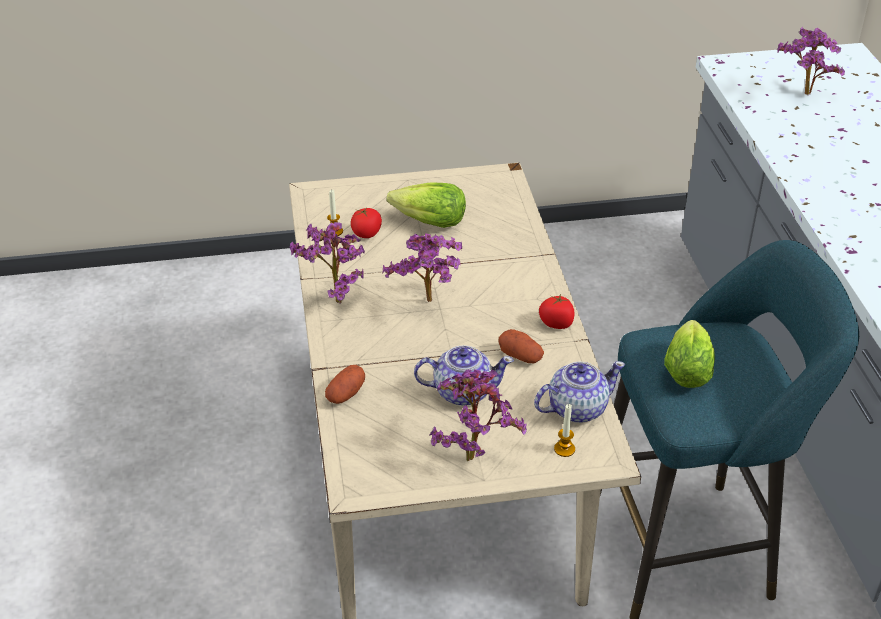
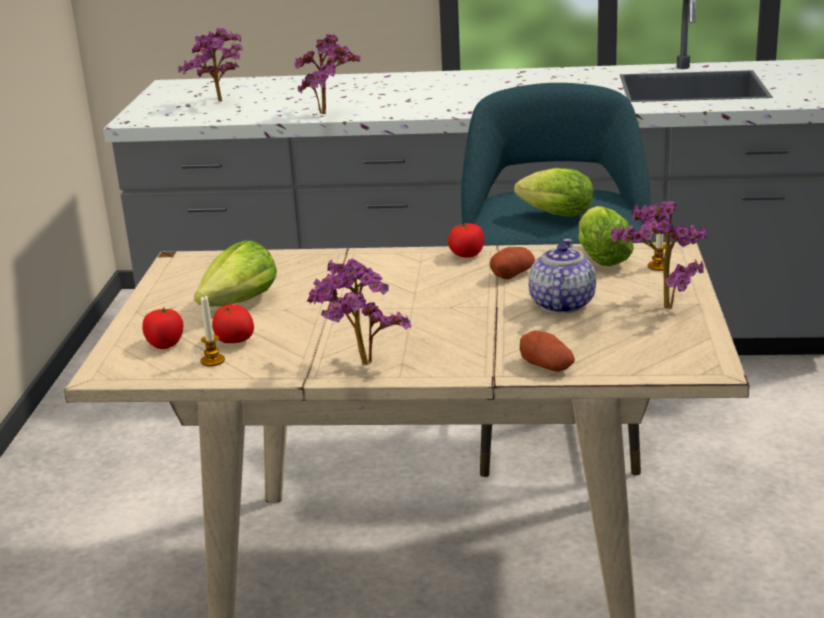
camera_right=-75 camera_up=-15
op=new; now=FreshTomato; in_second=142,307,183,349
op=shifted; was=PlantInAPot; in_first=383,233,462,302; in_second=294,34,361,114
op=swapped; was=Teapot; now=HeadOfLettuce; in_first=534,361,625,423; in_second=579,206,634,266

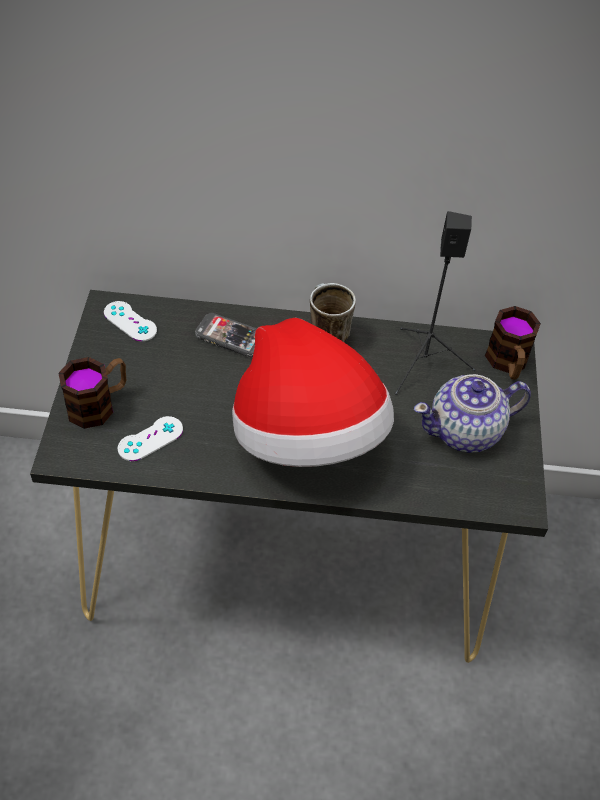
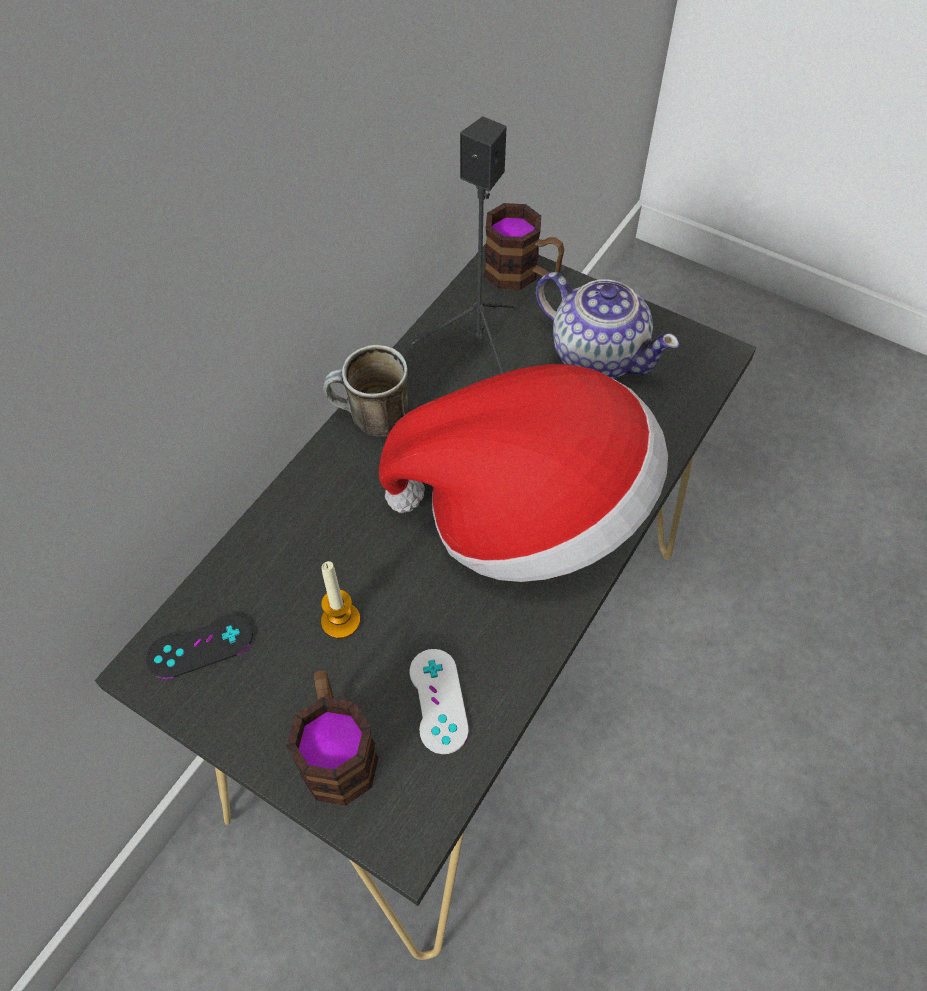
camera_right=-60 camera_up=5
op=gone; was=Handset; in_first=195,313,257,358
op=new; now=Candle; in_second=321,561,360,639
op=repainted; was=WhiteColouredGamepad; now=BlackGamepad; in_first=104,301,157,341; in_second=146,614,253,679
op=rotated; was=Teapot; in_first=414,374,531,453; in_second=536,272,680,379; clockwise=-60

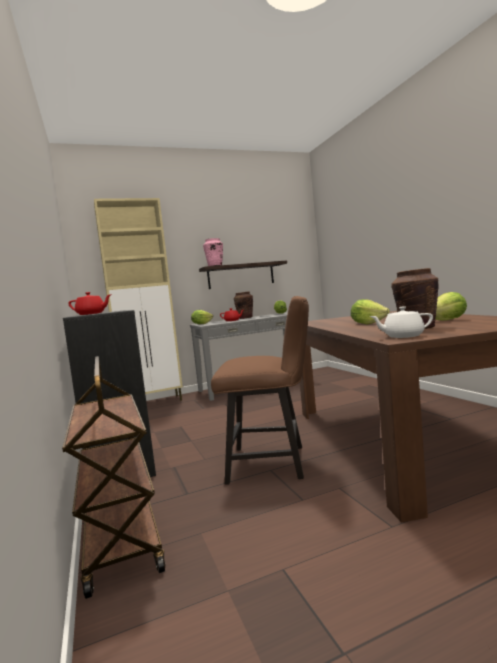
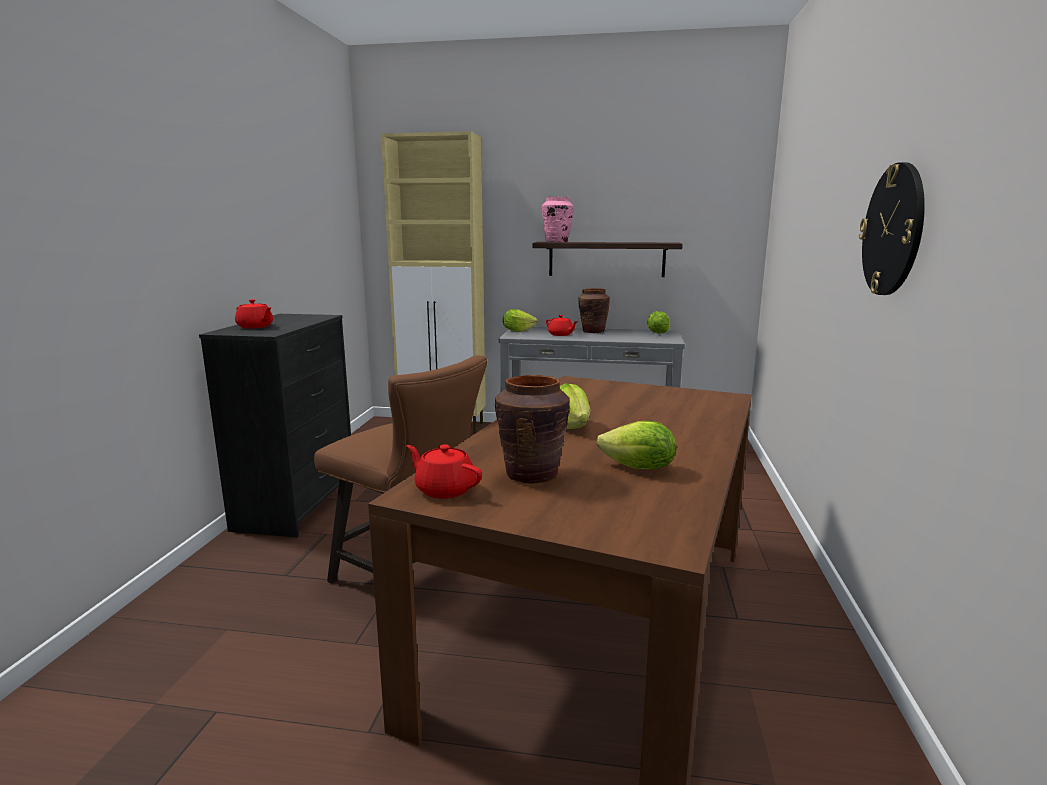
camera_right=30 camera_up=10
op=gone; was=BrownTrolley; in_first=62,356,166,599
op=new; now=HangingClock; in_second=859,162,925,295
op=repainted; was=WhiteColouredTeapot; now=ReddishTeapot; in_first=370,306,433,338; in_second=406,444,482,499

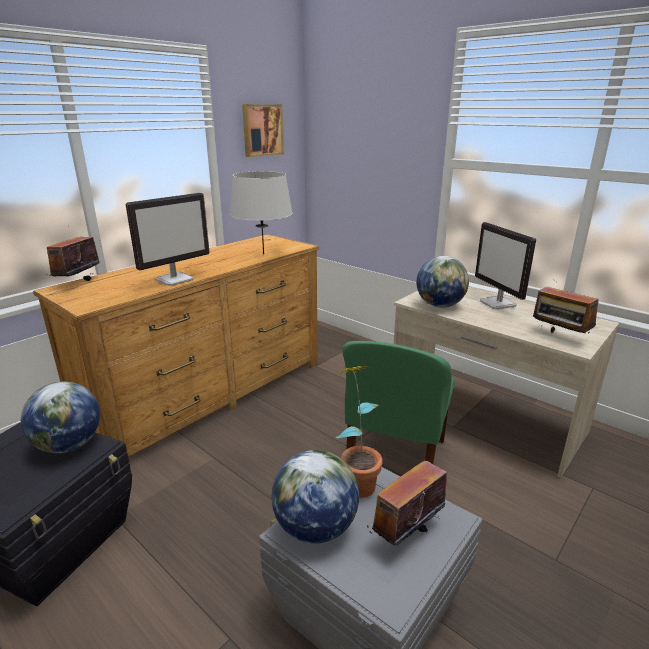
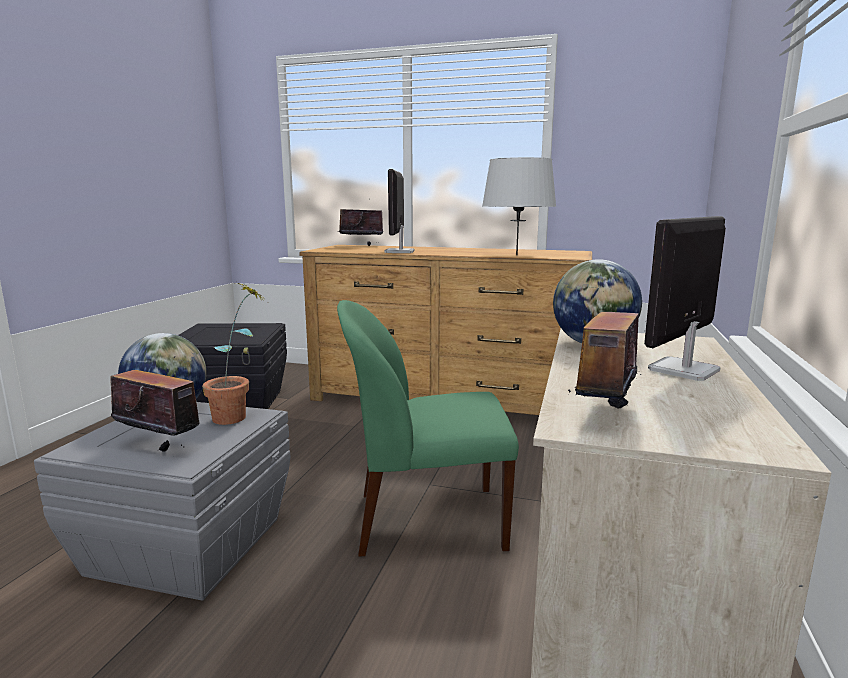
camera_right=65 camera_up=-10
op=gone; was=WorldGlobe; in_first=21,382,100,453
op=gone; was=Picture; in_first=242,104,284,157
op=rotated; was=ComputerDisplay; in_first=126,193,210,286; in_second=384,169,415,253; clockwise=75

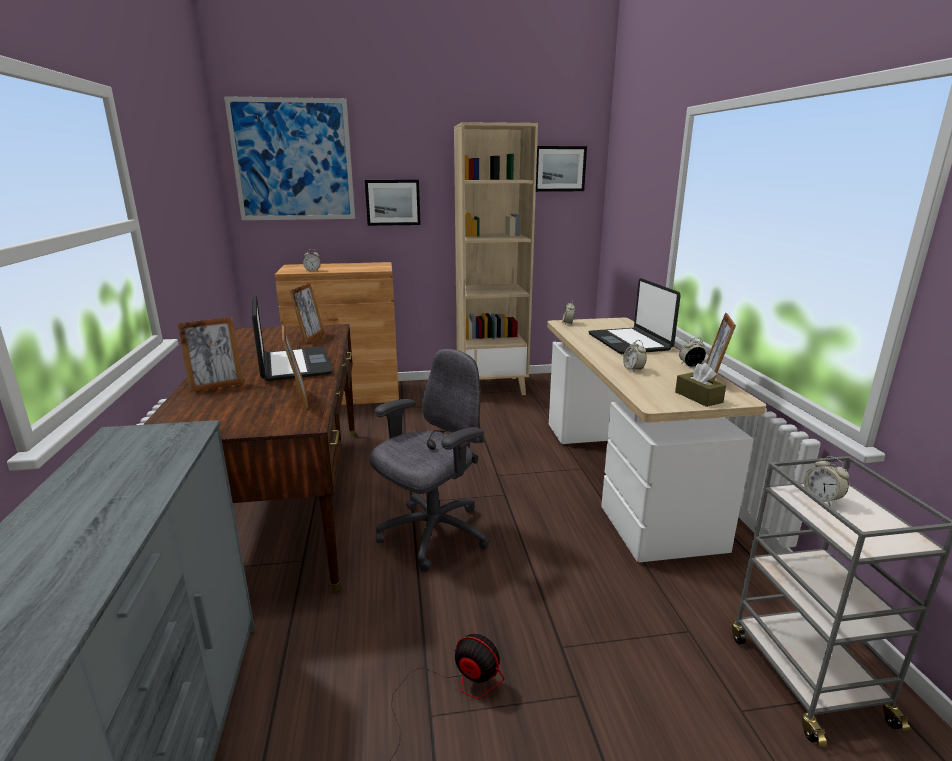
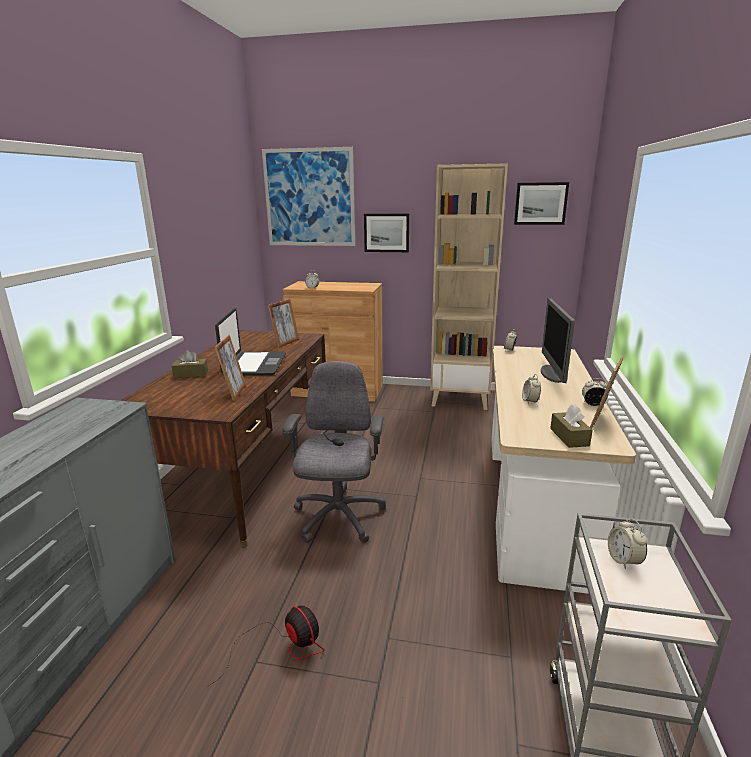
camera_right=20 camera_up=0
op=swapped; was=StandingFrame; now=BrownBoxOfTissues; in_first=177,317,244,392; in_second=172,350,208,378
op=swapped; was=PortableComputer; now=ComputerDisplay; in_first=588,278,681,354; in_second=541,298,575,383
op=rotated; was=GreyishDeskChair; in_first=370,349,490,572; in_second=282,361,386,543; clockwise=-60

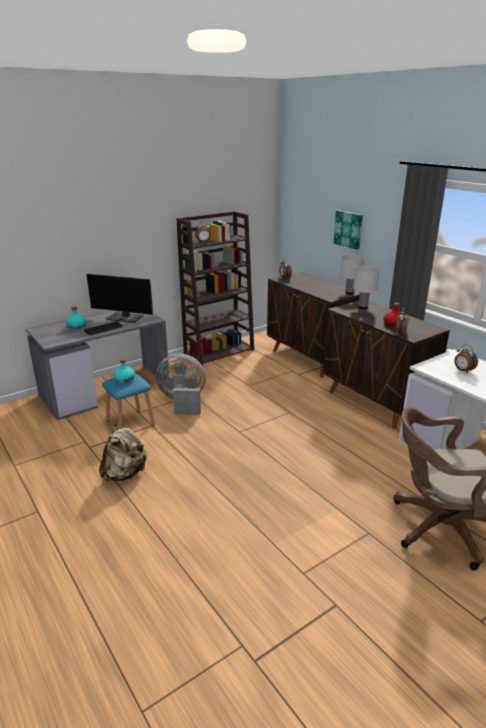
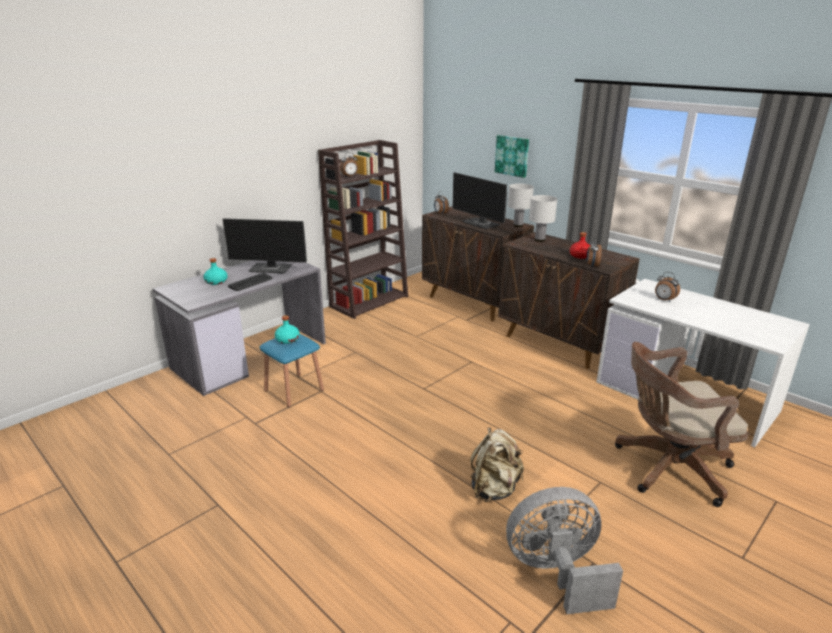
camera_right=-10 camera_up=0
op=new; now=ComputerDisplay; in_second=452,172,507,229
op=shifted; was=SandColouredRucksack; in_first=99,424,147,481; in_second=471,428,524,502
op=shifted; was=GreyishElectricFan; in_first=156,354,206,415; in_second=506,487,623,614

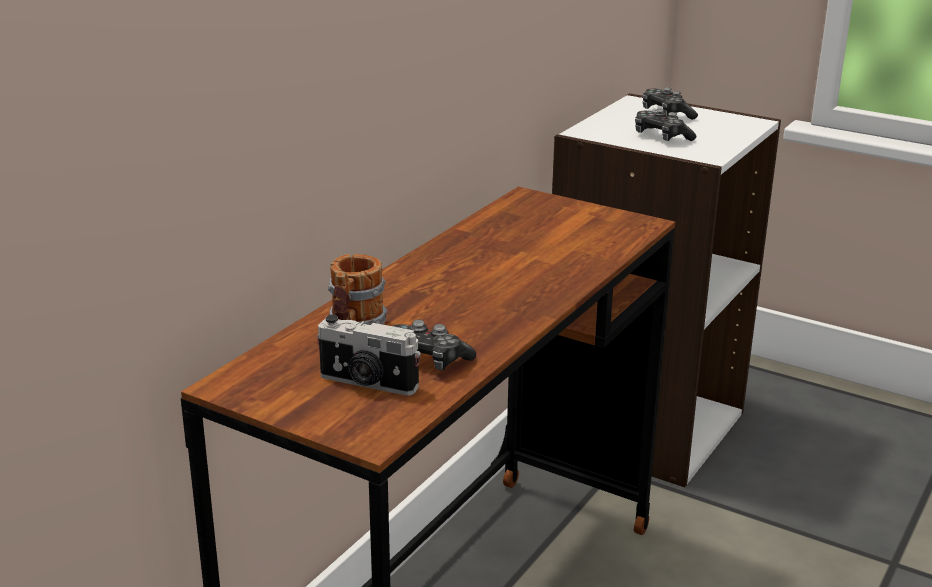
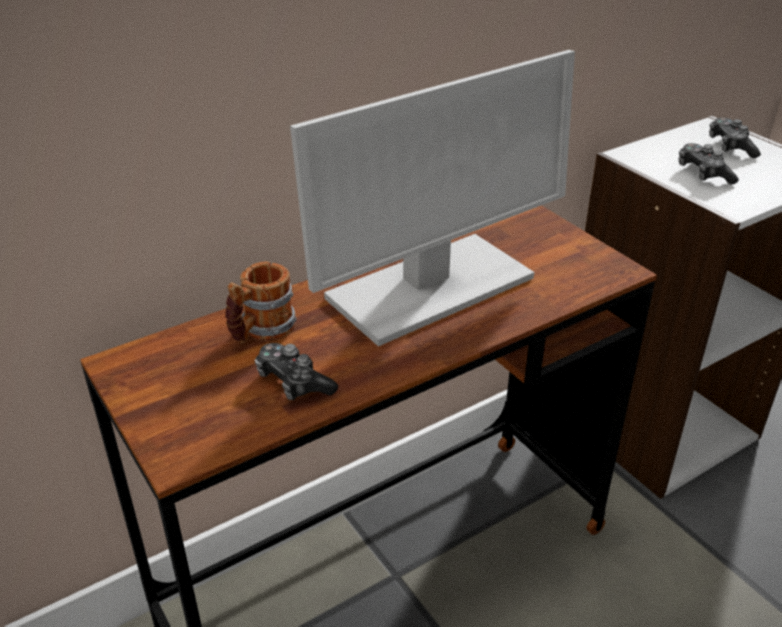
camera_right=25 camera_up=10
op=gone; was=StillCamera; in_first=317,315,421,396
op=new; now=ComputerDisplay; in_second=290,50,575,346

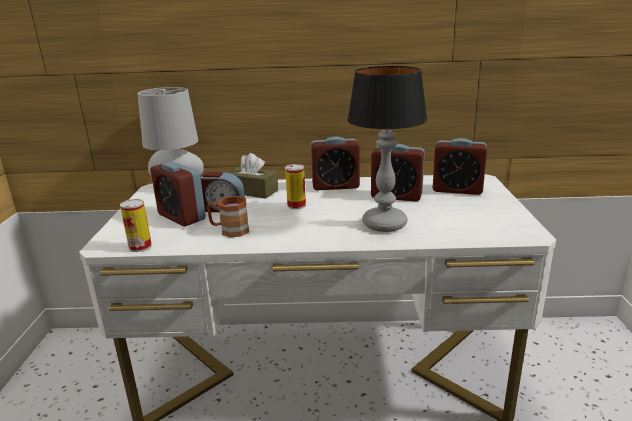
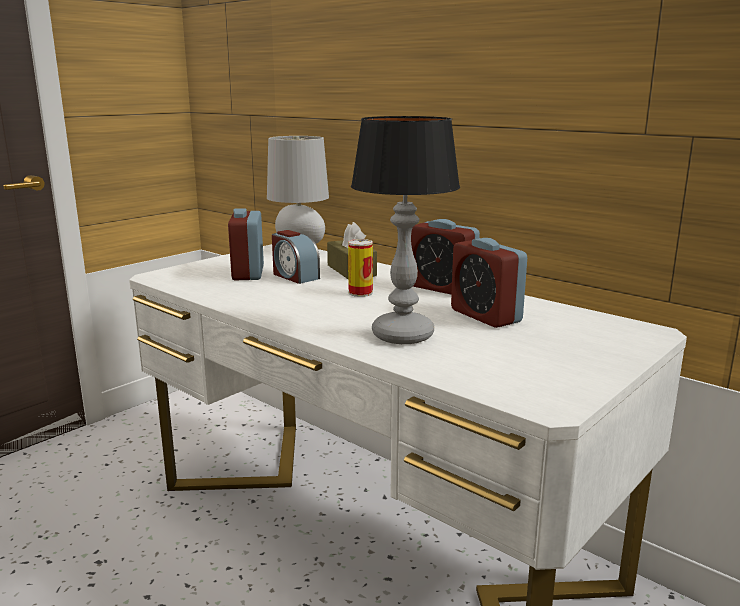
camera_right=40 camera_up=-5
op=gone; was=Can; in_first=120,199,152,252
op=gone; was=BrownTeaMug; in_first=207,196,249,237
op=gone; was=AlarmClock; in_first=433,138,487,195

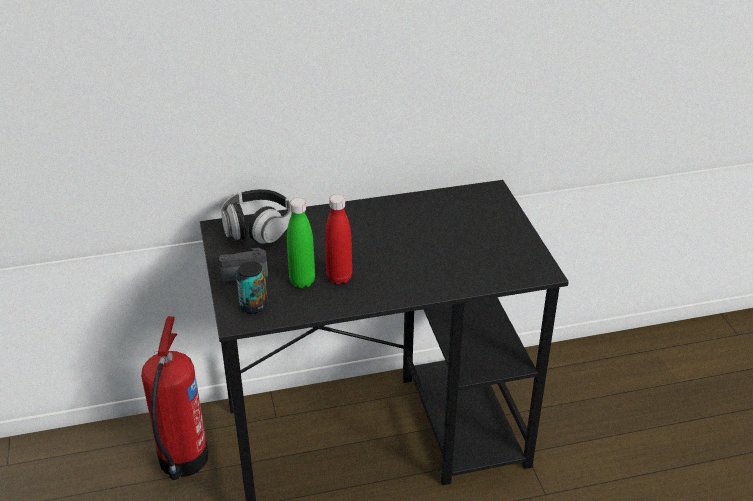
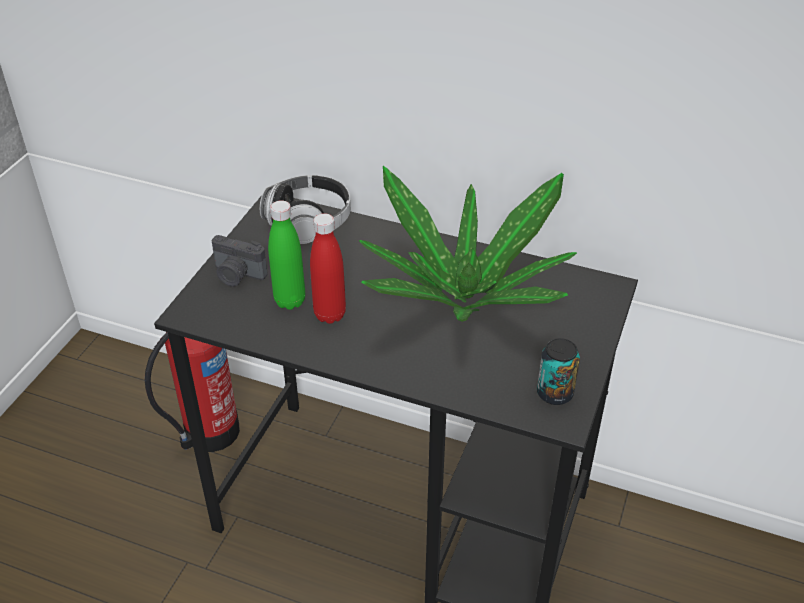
camera_right=35 camera_up=5
op=new; now=PlantInAPot; in_second=359,166,577,322
op=shifted; was=Can; in_first=236,261,268,314; in_second=537,338,580,405

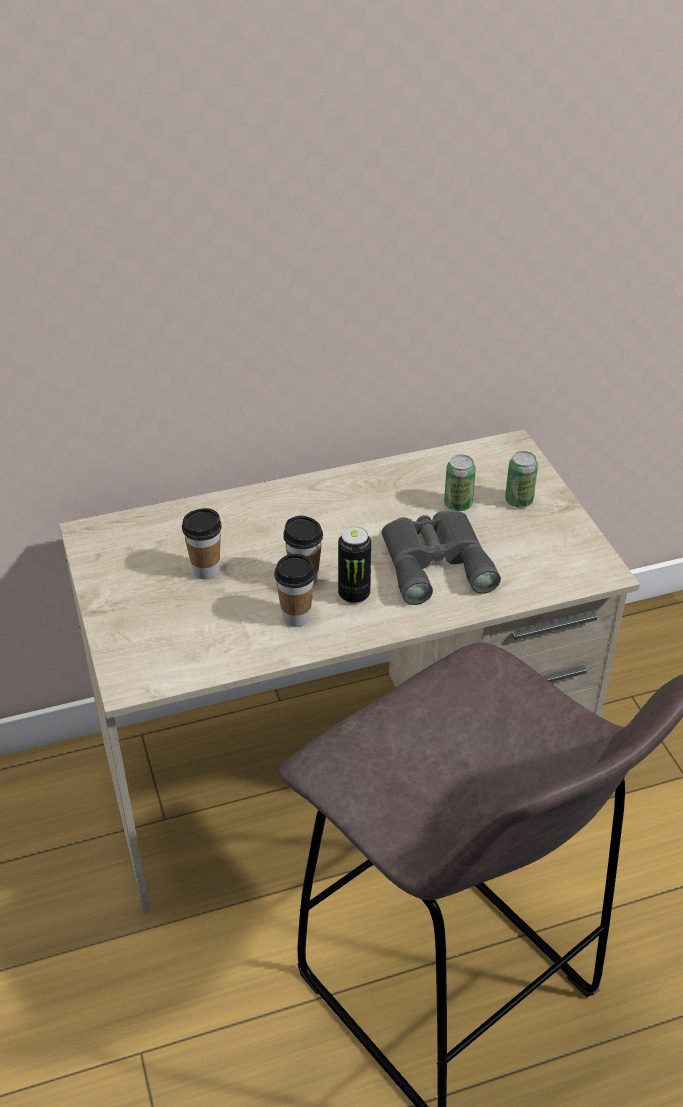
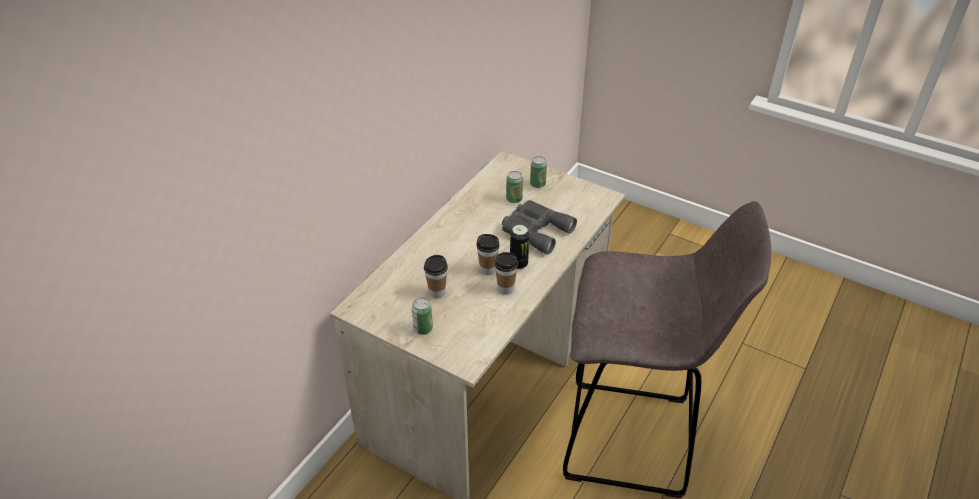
camera_right=-40 camera_up=0
op=new; now=Can; in_second=412,298,433,335

